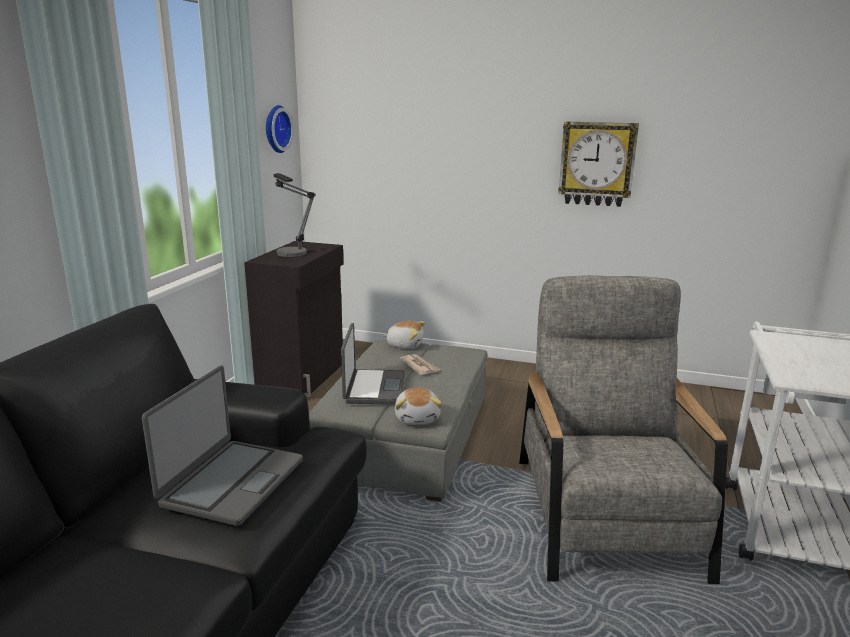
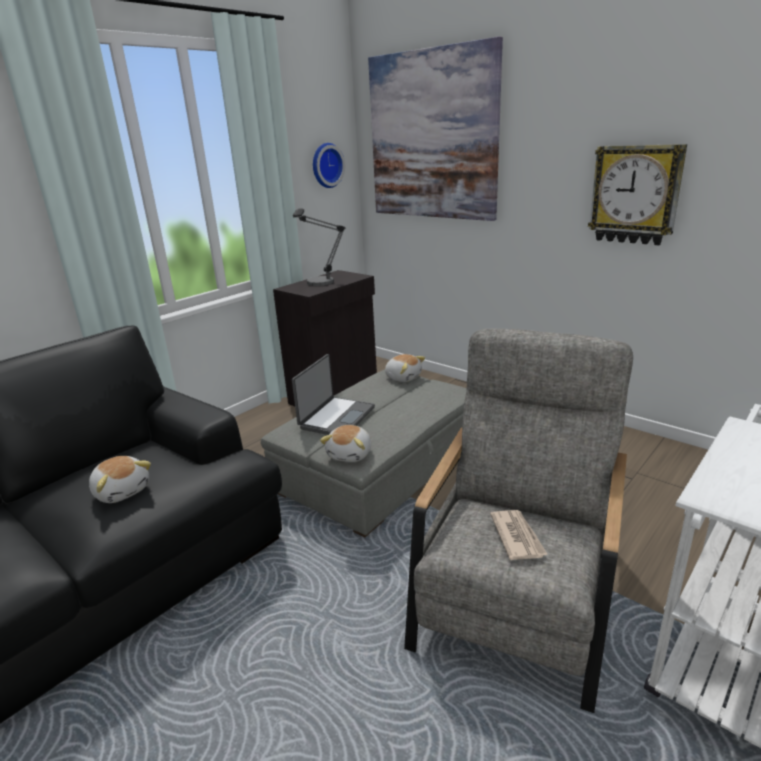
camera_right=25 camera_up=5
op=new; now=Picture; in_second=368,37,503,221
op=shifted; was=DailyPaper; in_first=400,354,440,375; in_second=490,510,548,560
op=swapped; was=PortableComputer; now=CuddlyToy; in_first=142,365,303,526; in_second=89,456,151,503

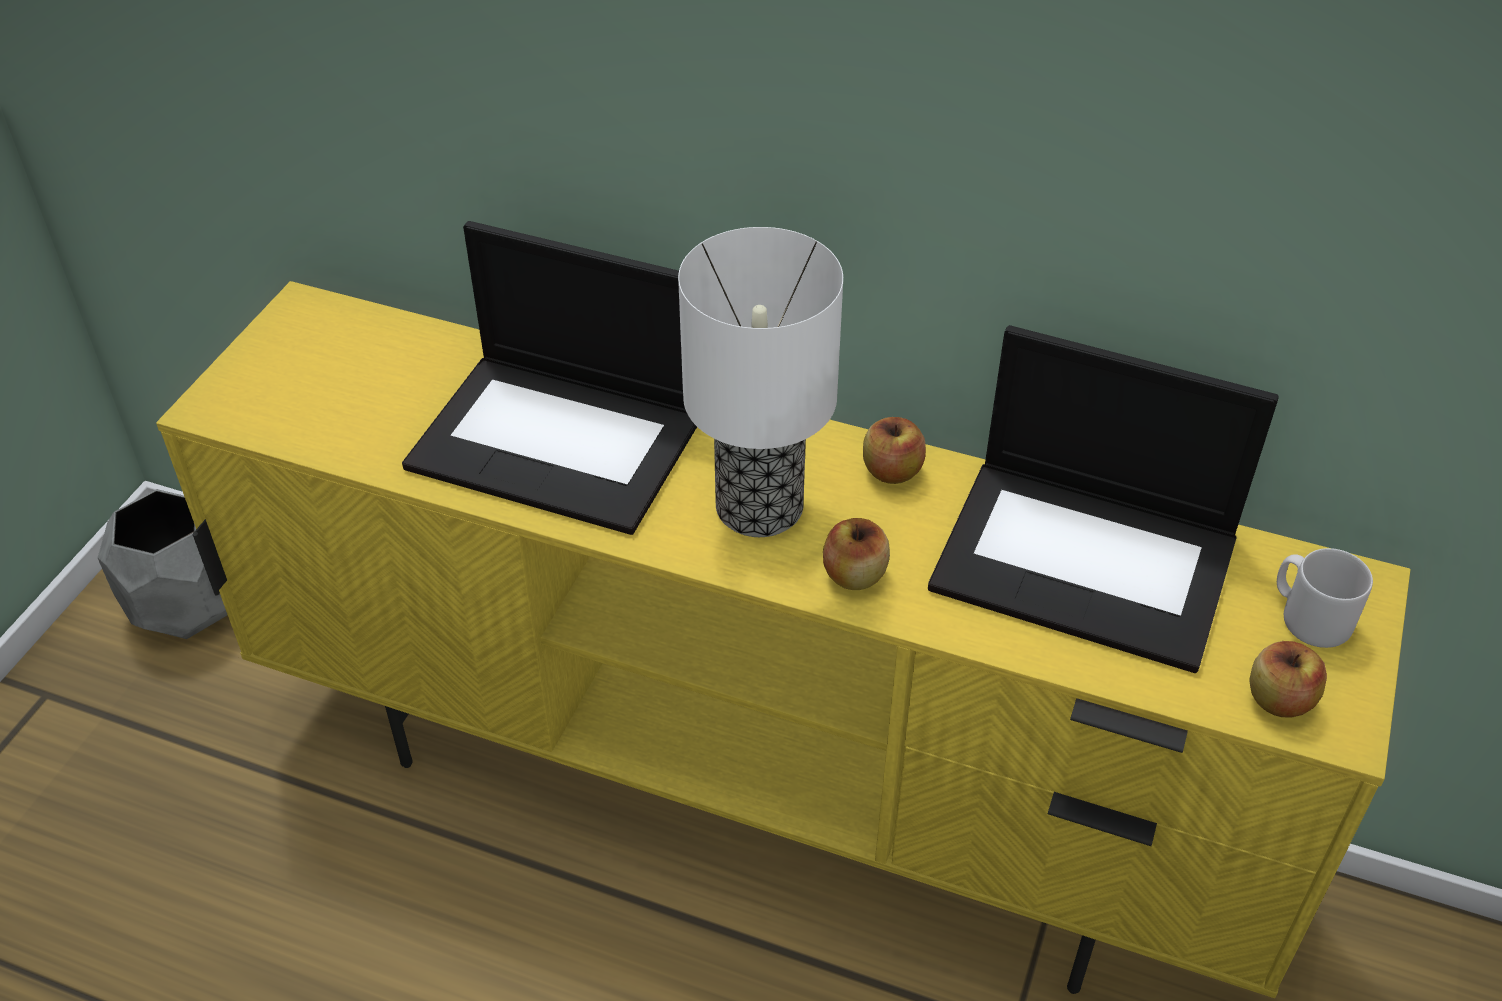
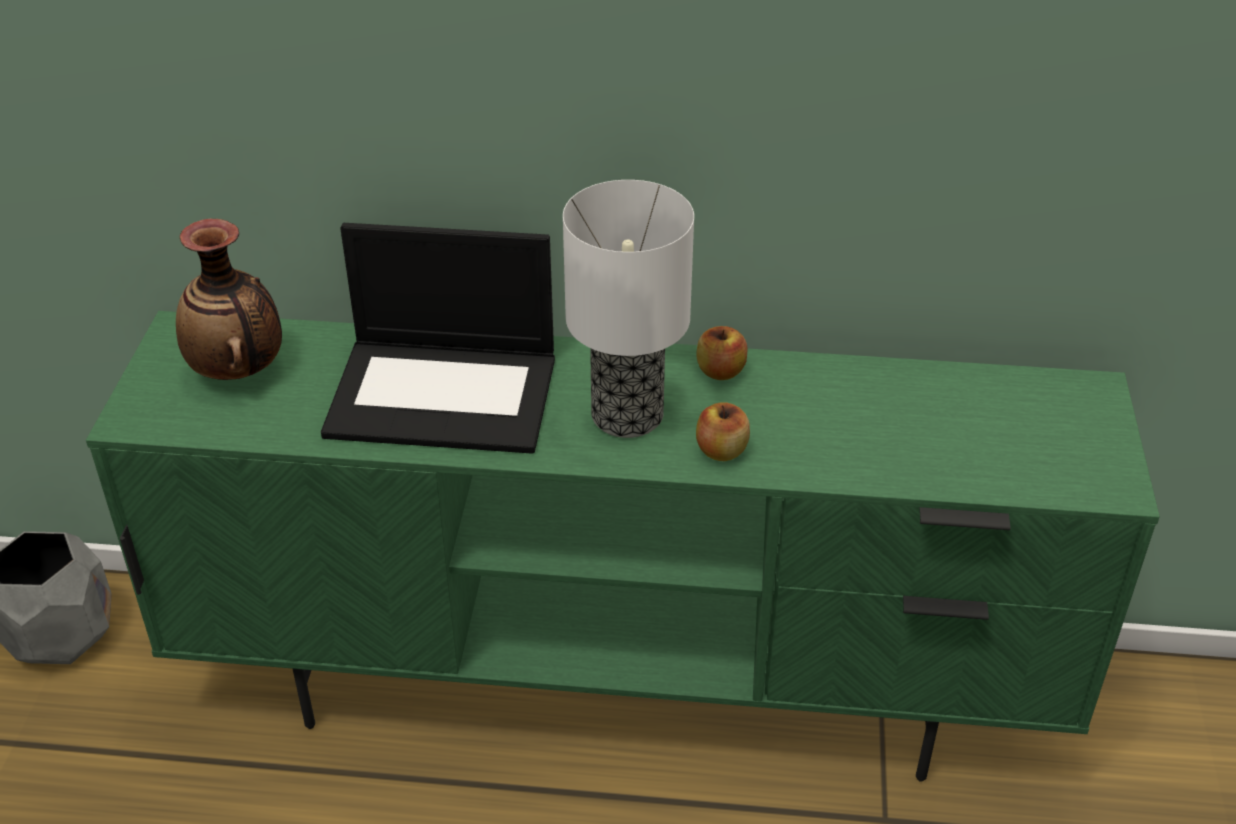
camera_right=-15 camera_up=-5
op=gone; was=PortableComputer; in_first=928,325,1279,673
op=gone; was=Apple; in_first=1250,641,1327,718
op=gone; was=GreyishTeaMug; in_first=1277,548,1373,648
op=new; now=FlowerVase; in_second=176,219,282,380
op=repainted; was=YellowMediaConsole; now=GreenMediaConsole; in_first=156,281,1410,998; in_second=86,311,1160,782

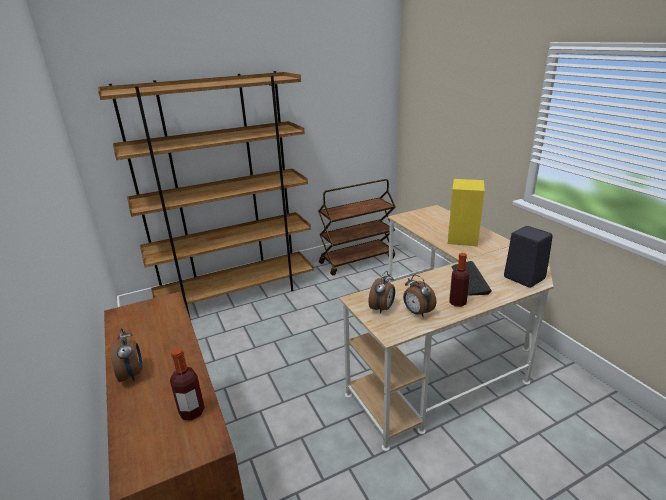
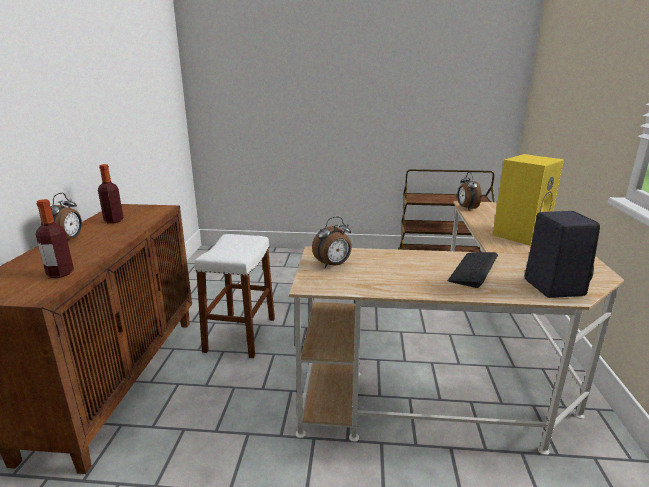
camera_right=30 camera_up=-5
op=gone; was=BrownShelvingUnit; in_first=98,71,314,317
op=new; now=WhiteColouredSittingStool; in_second=194,234,275,358
op=shifted; was=AlarmClock; in_first=403,275,436,316; in_second=457,172,482,210
op=shifted; was=BeverageBottle; in_first=449,253,470,307; in_second=98,164,124,223

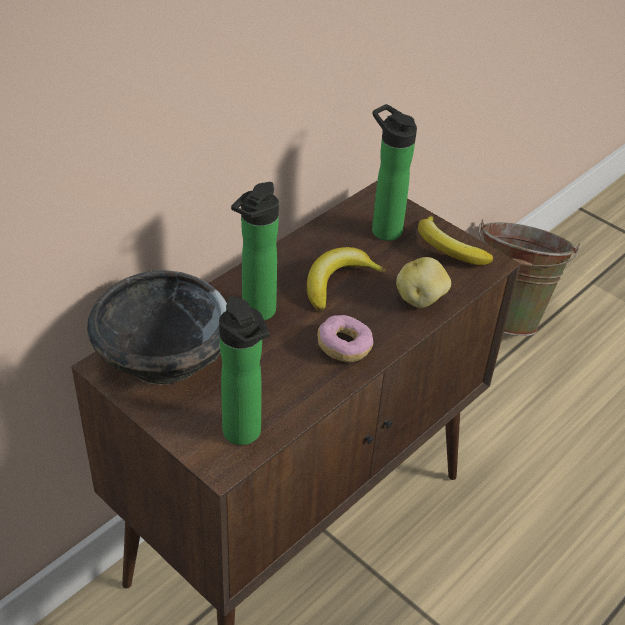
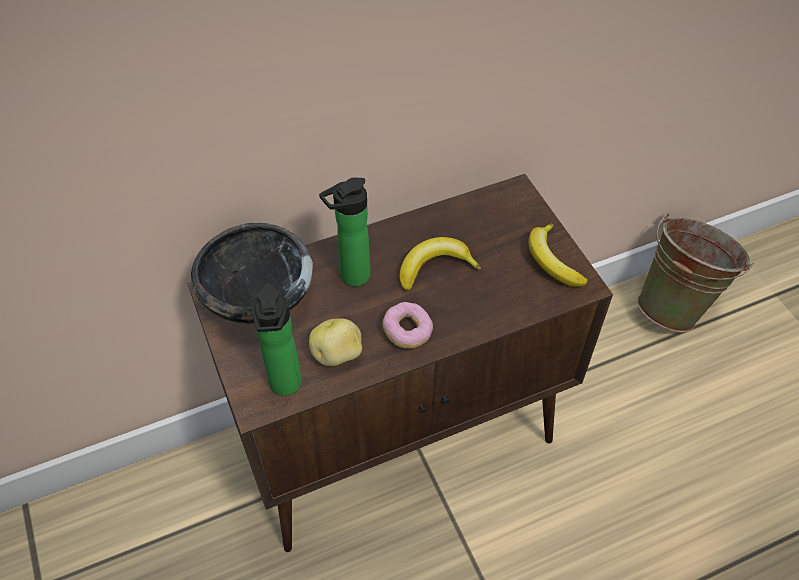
camera_right=25 camera_up=10
op=gone; was=BeverageBottle; in_first=372,104,417,241
op=shifted; was=Spud; in_first=396,257,451,308; in_second=309,318,362,366

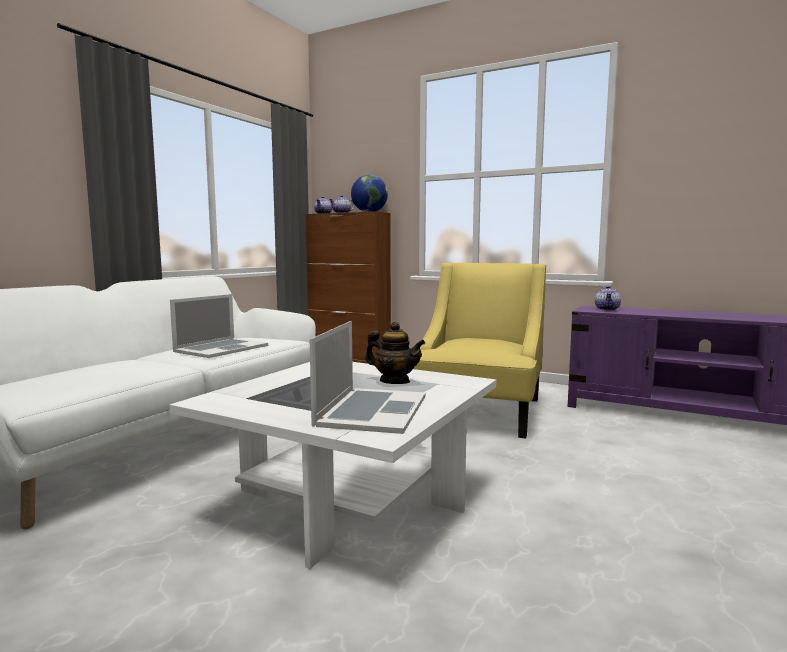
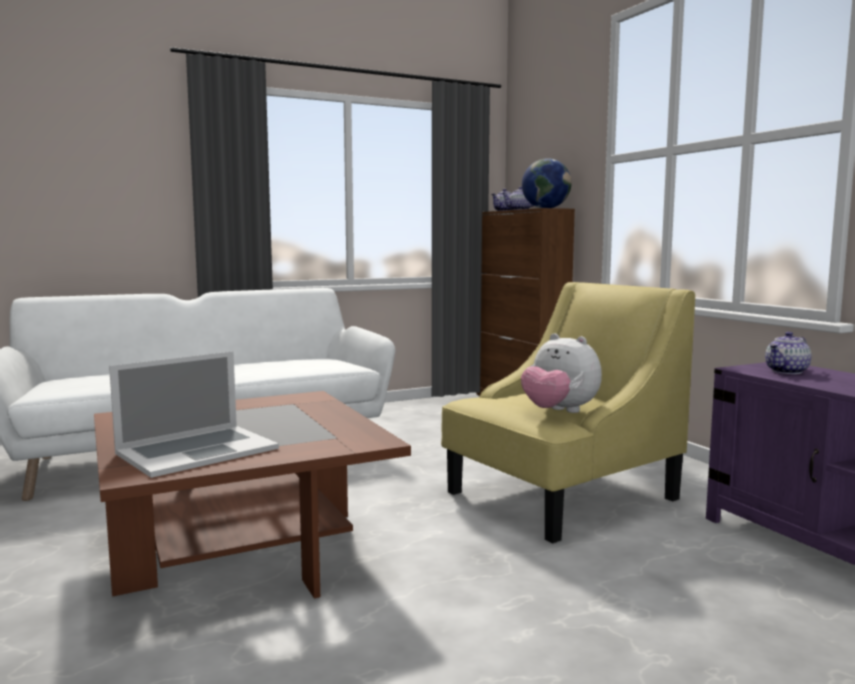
camera_right=35 camera_up=0
op=gone; was=PortableComputer; in_first=170,294,268,358
op=gone; was=Teapot; in_first=365,322,425,384
op=new; now=CuddlyToy; in_second=521,333,602,413
op=repainted; was=WhiteColouredCoffeeTable; now=BrownCoffeeTable; in_first=169,362,496,569; in_second=94,391,411,599

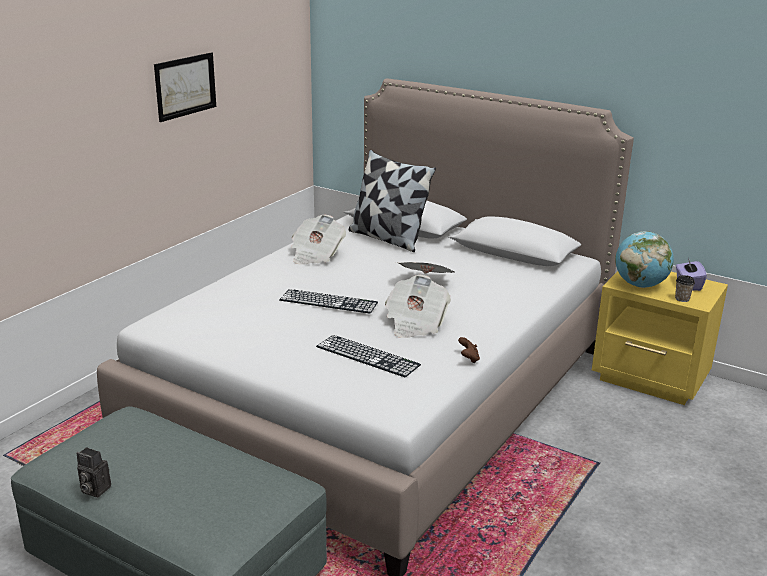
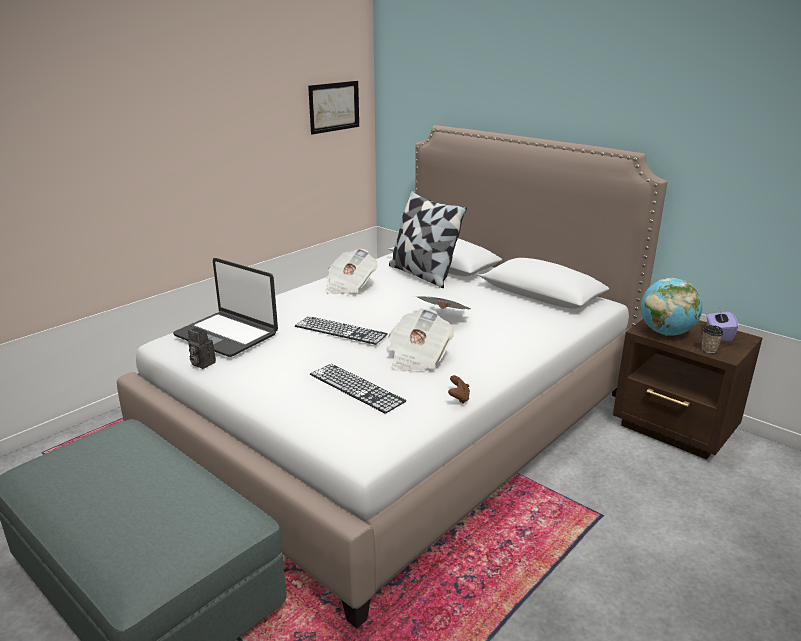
camera_right=10 camera_up=0
op=new; now=PortableComputer; in_second=173,258,278,357
op=shifted; was=StillCamera; in_first=77,447,111,498; in_second=188,328,216,369
op=shifted; was=Picture; in_first=154,52,216,122; in_second=308,81,359,134
op=repainted; was=YellowNightstand; now=BrownNightstand; in_first=592,271,728,405; in_second=613,319,762,460

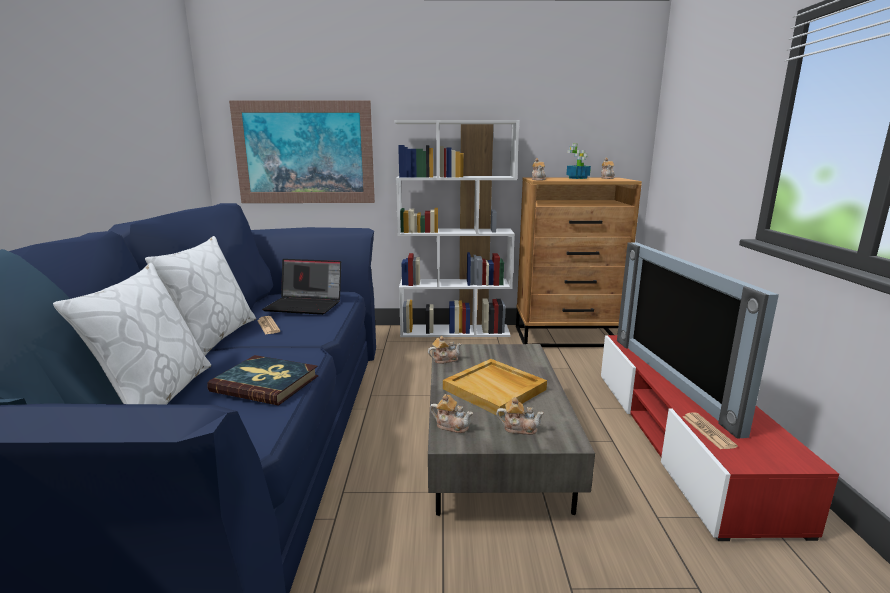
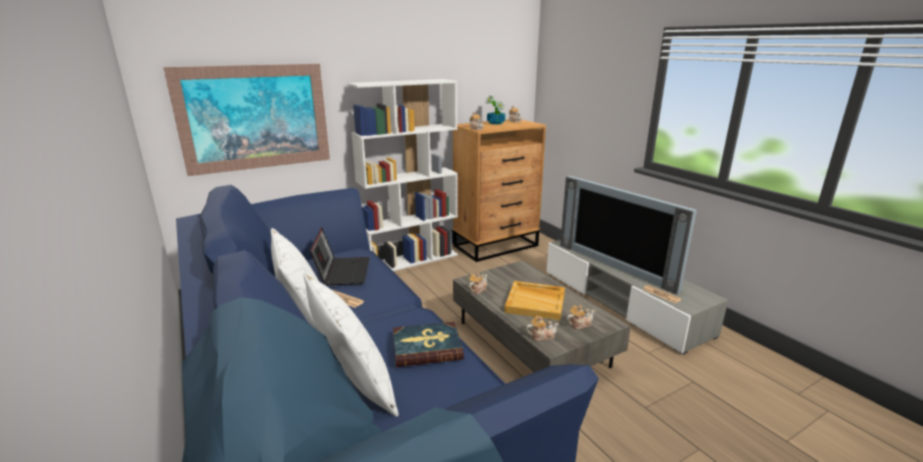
camera_right=-30 camera_up=5
op=repainted; was=ReddishMediaConsole; now=GreyishMediaConsole; in_first=601,335,839,541; in_second=546,240,728,355
op=rotated; was=PortableComputer; in_first=262,259,341,315; in_second=310,228,370,285; clockwise=-75

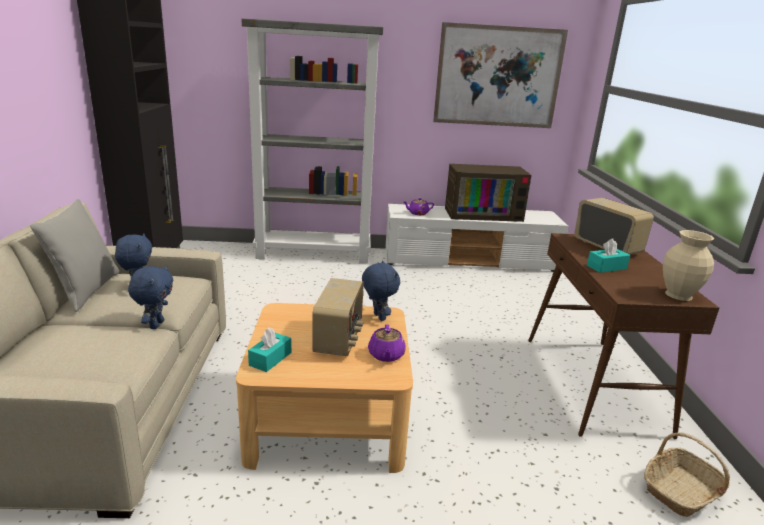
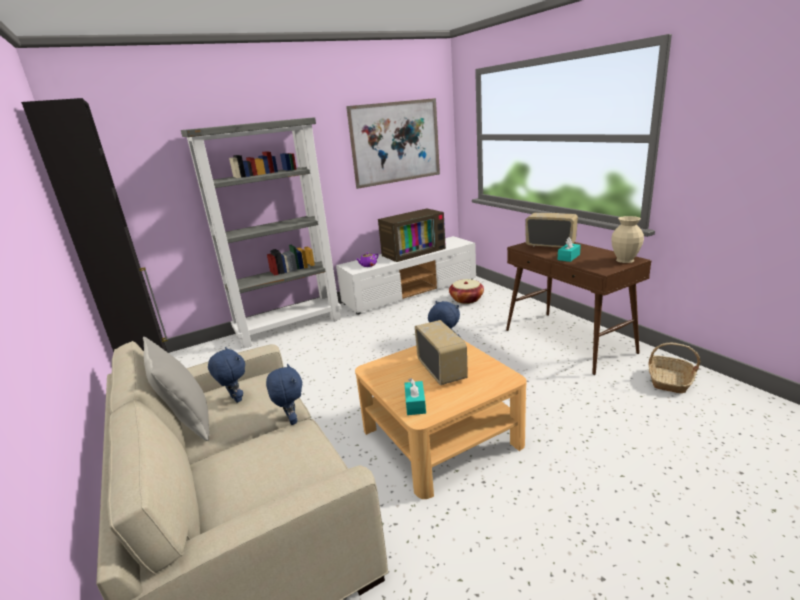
camera_right=-25 camera_up=0
op=gone; was=PurpleTeapot; in_first=368,324,406,362
op=new; now=Basket; in_second=449,279,484,304

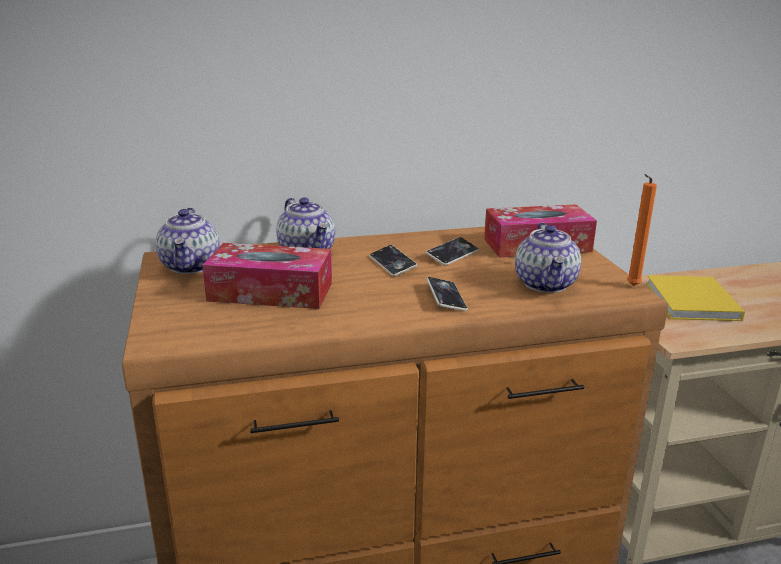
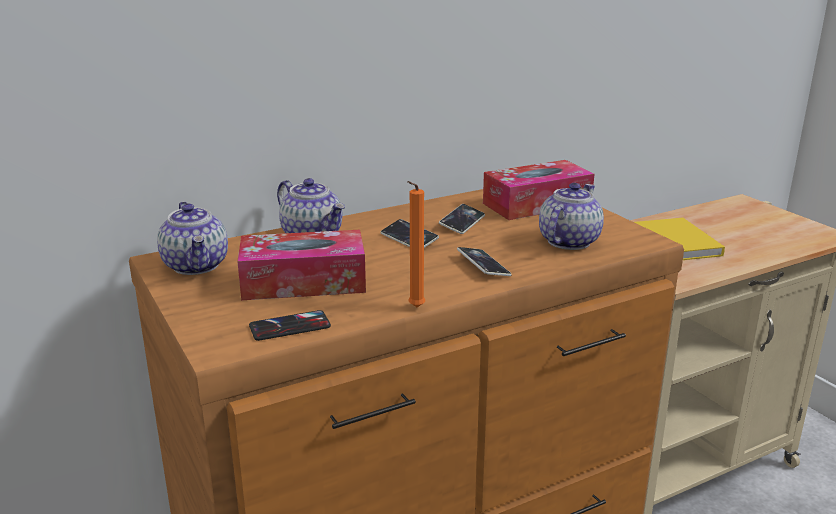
camera_right=-15 camera_up=0
op=new; now=Handset; in_second=249,310,331,341
op=shifted; was=OrangeCandle; in_first=627,174,657,286; in_second=407,181,425,307
op=rotated; was=Teapot; in_first=515,223,581,293; in_second=539,183,604,250; clockwise=-135

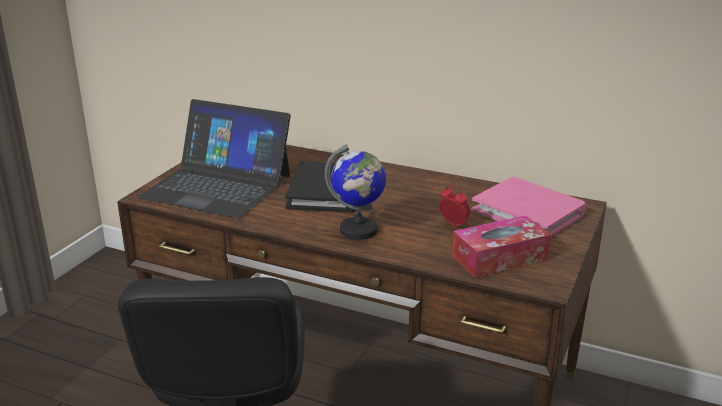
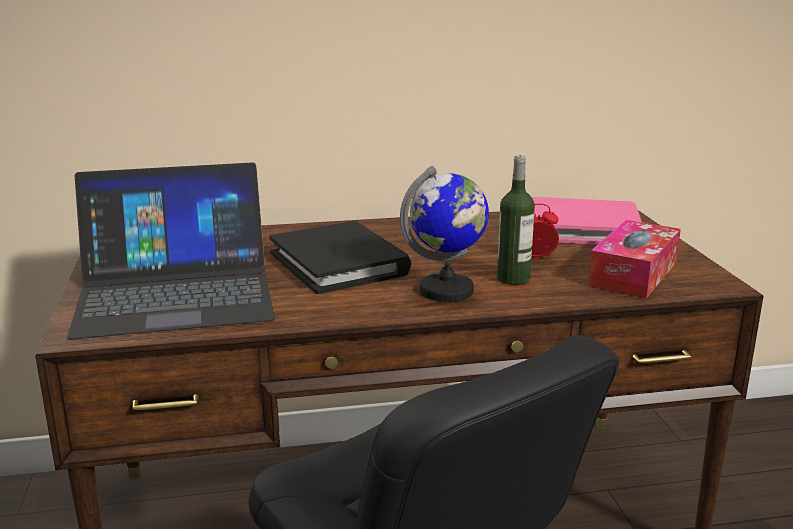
camera_right=-35 camera_up=-5
op=new; now=BeverageBottle; in_second=497,155,535,285

